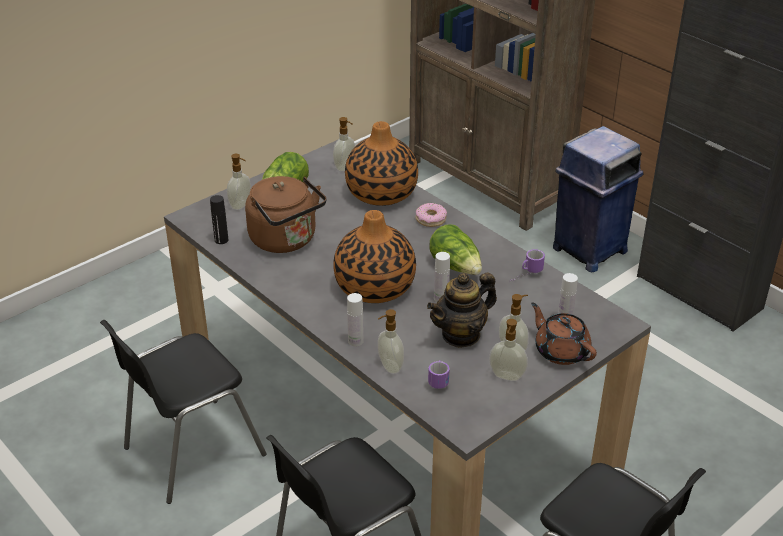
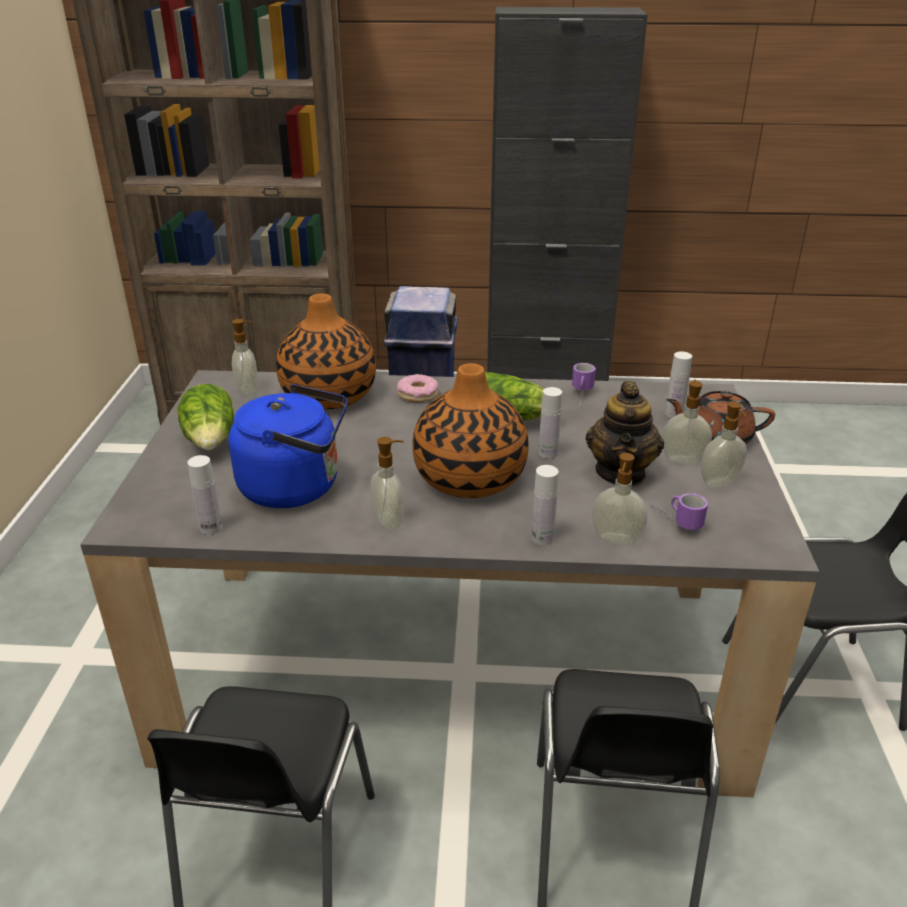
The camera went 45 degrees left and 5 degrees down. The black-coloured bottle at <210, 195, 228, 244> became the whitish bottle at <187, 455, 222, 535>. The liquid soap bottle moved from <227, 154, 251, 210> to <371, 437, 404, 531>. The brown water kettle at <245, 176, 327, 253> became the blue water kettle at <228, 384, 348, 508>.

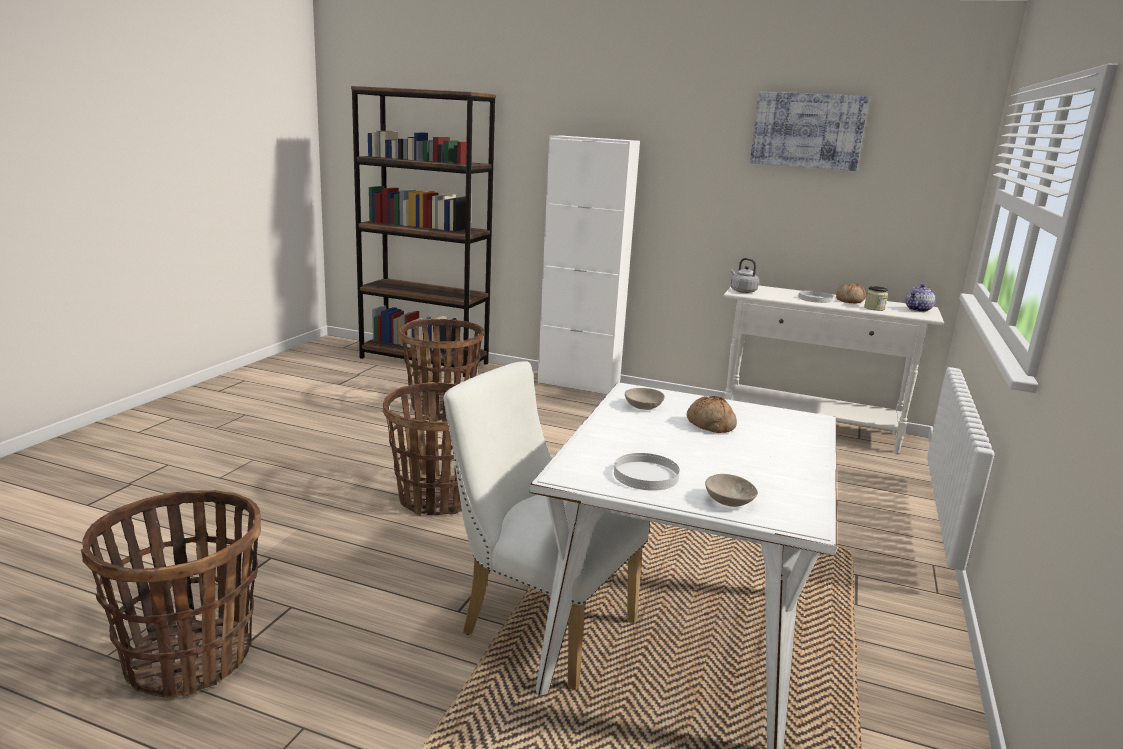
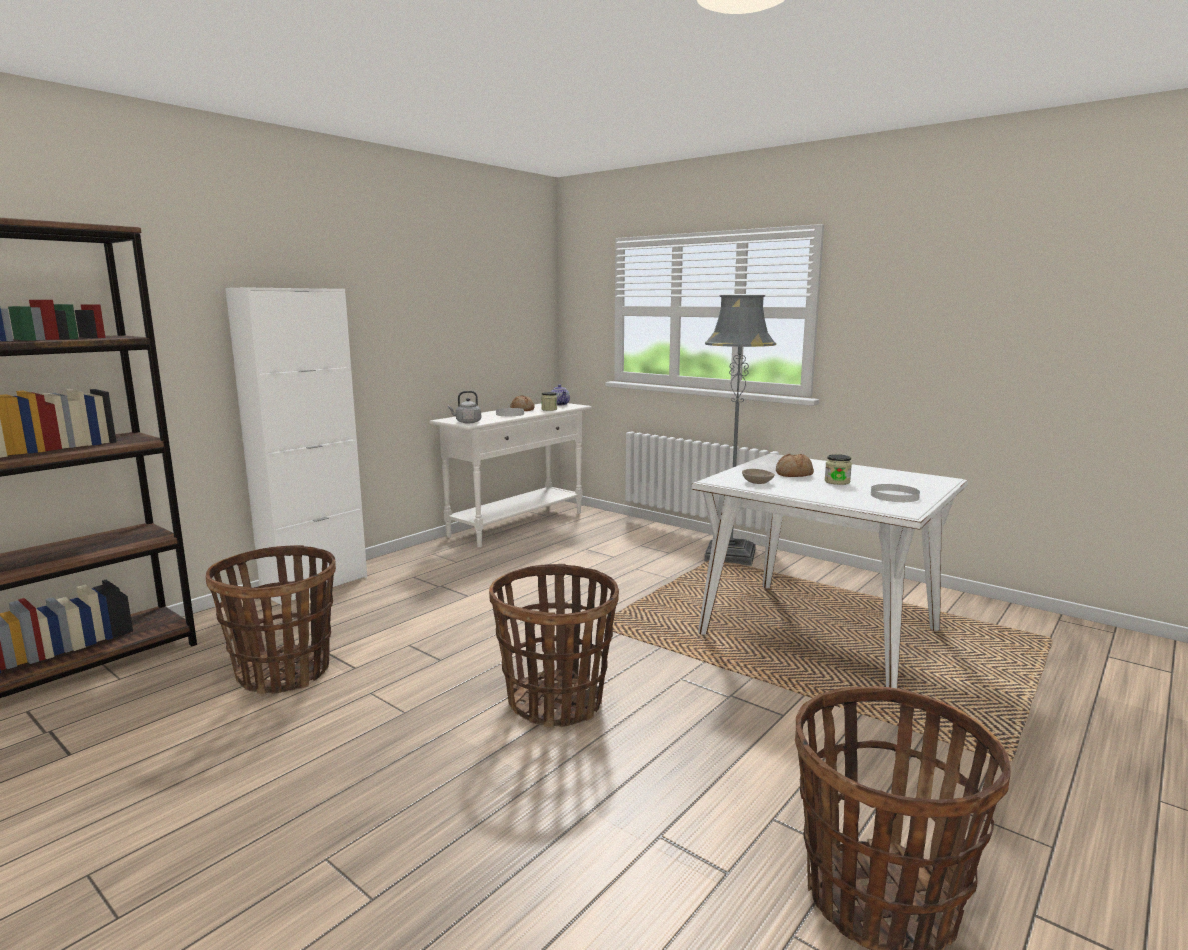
The camera went 70 degrees left and 5 degrees down. The whitish plain chair at <443, 361, 649, 690> disappeared. The beige serving bowl at <705, 474, 758, 507> disappeared. The picture at <750, 92, 869, 171> disappeared. The grey standard lamp at <704, 295, 776, 566> appeared. The jar at <825, 454, 852, 485> appeared.

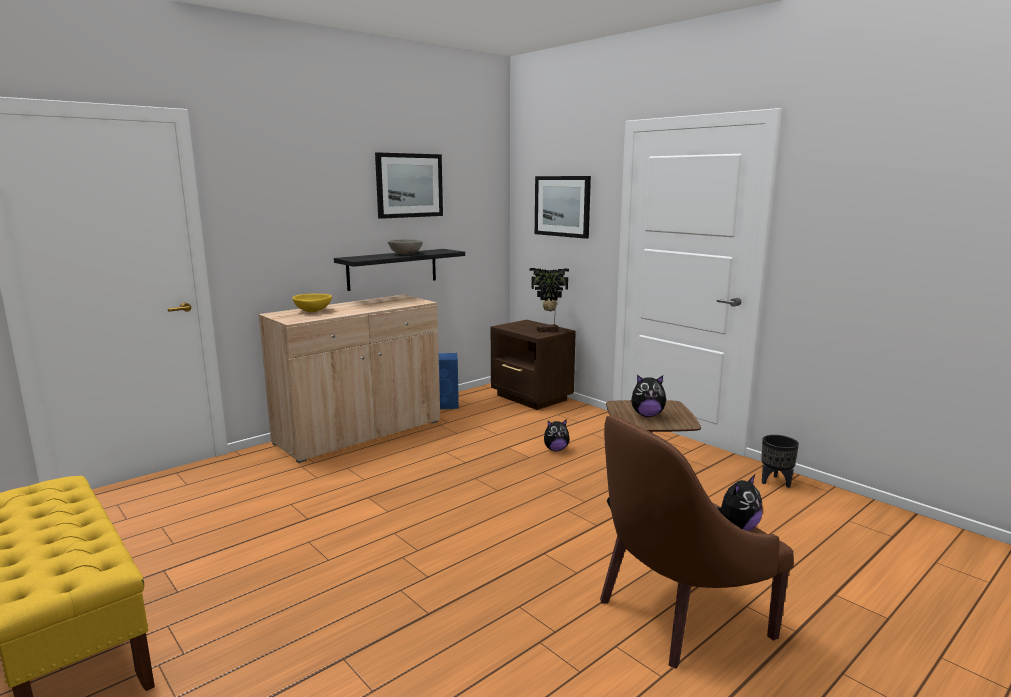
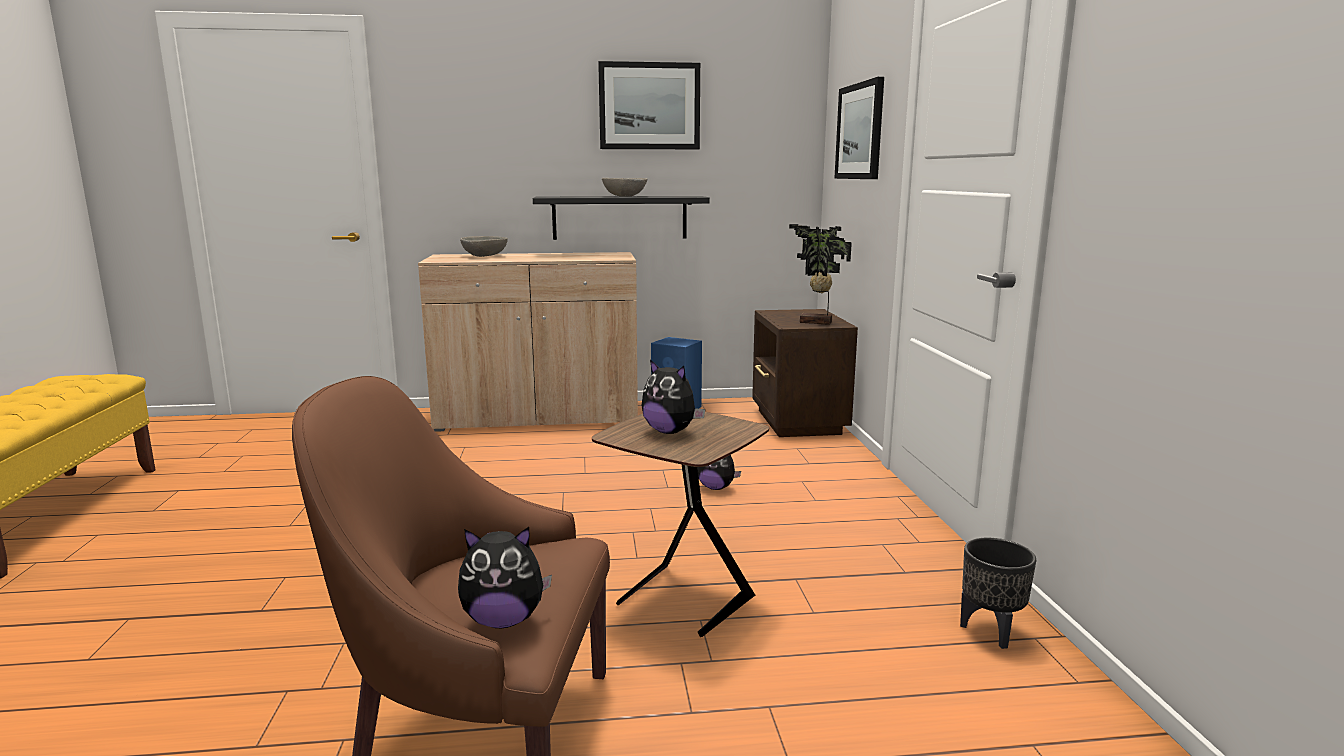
The camera went 35 degrees right and 0 degrees up. The yellowish serving bowl at <293, 294, 332, 312> became the grey serving bowl at <460, 236, 508, 257>.

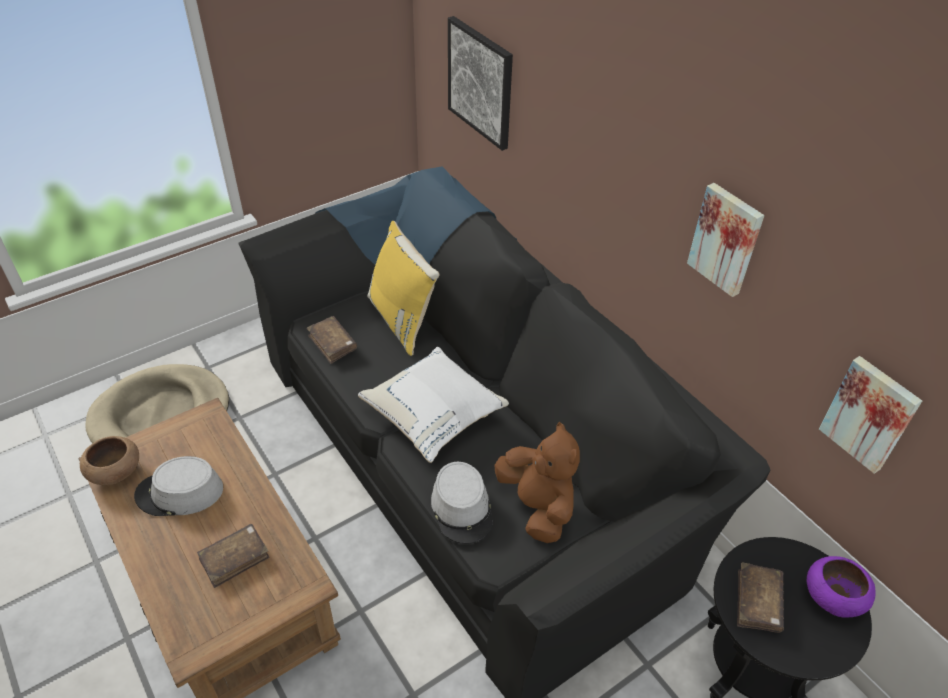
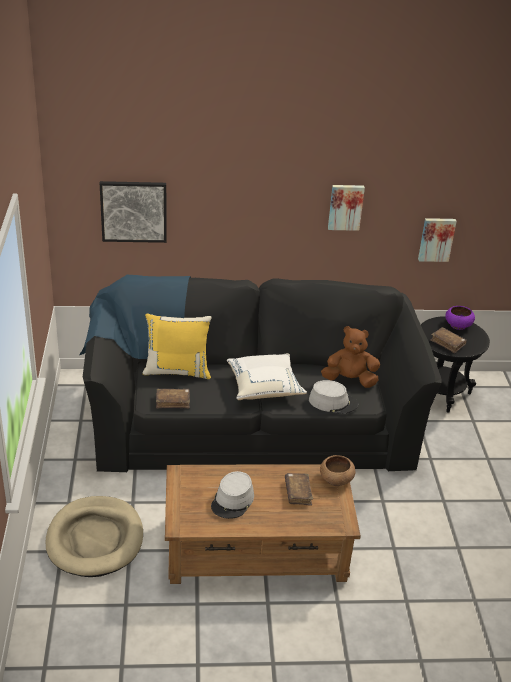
The camera went 60 degrees left and 10 degrees down. The brown serving bowl moved from <80, 436, 139, 485> to <320, 455, 356, 486>.

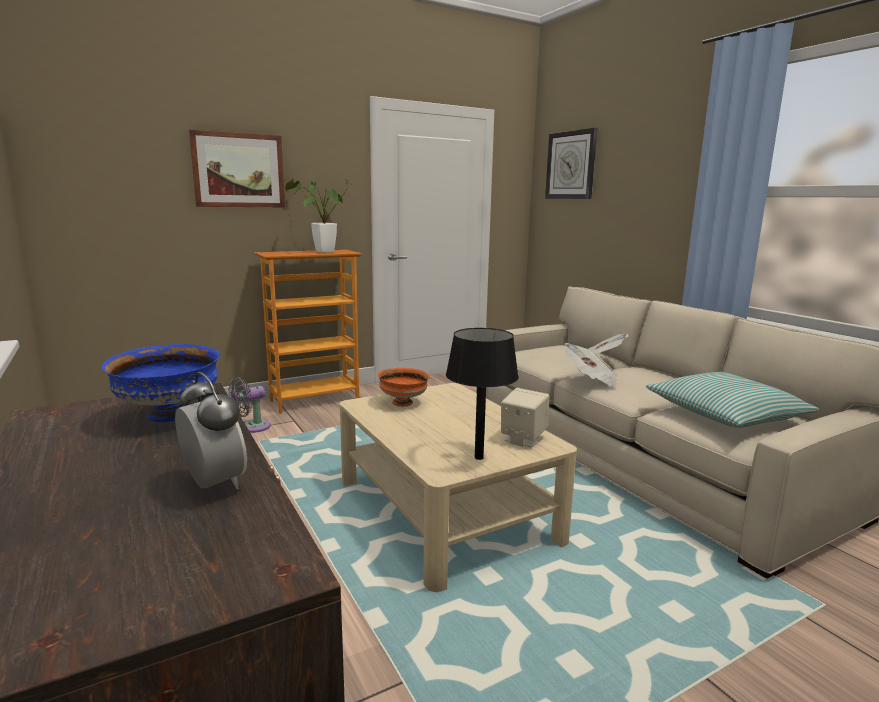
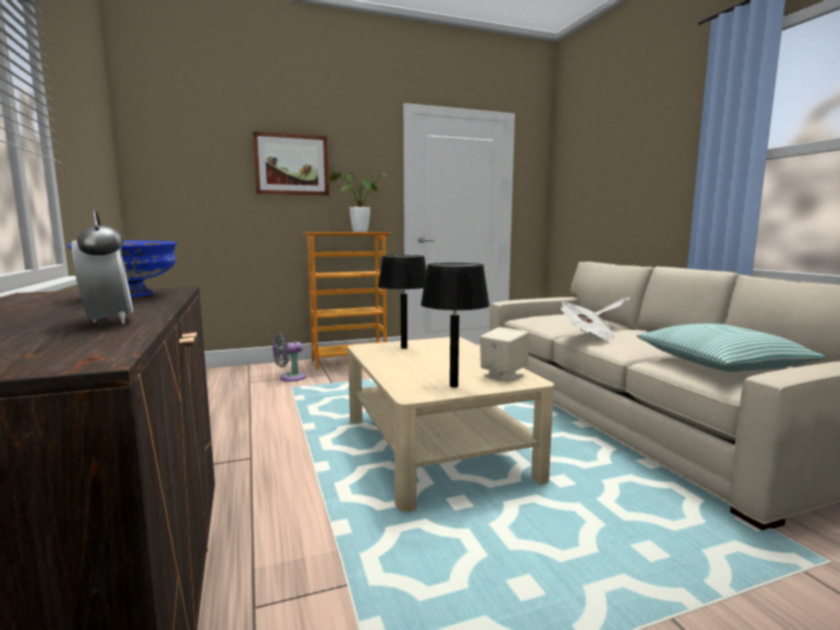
The camera went 10 degrees right and 5 degrees down. The orange serving bowl at <378, 368, 430, 407> was replaced by the black-coloured tabletop lamp at <378, 255, 427, 349>. The wall clock at <545, 128, 597, 199> disappeared.

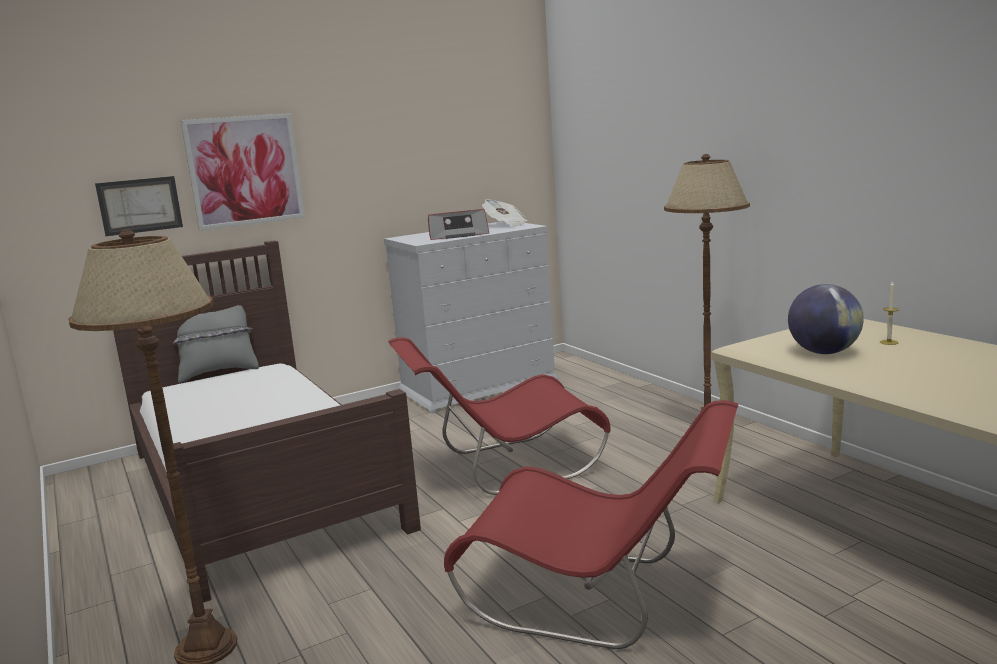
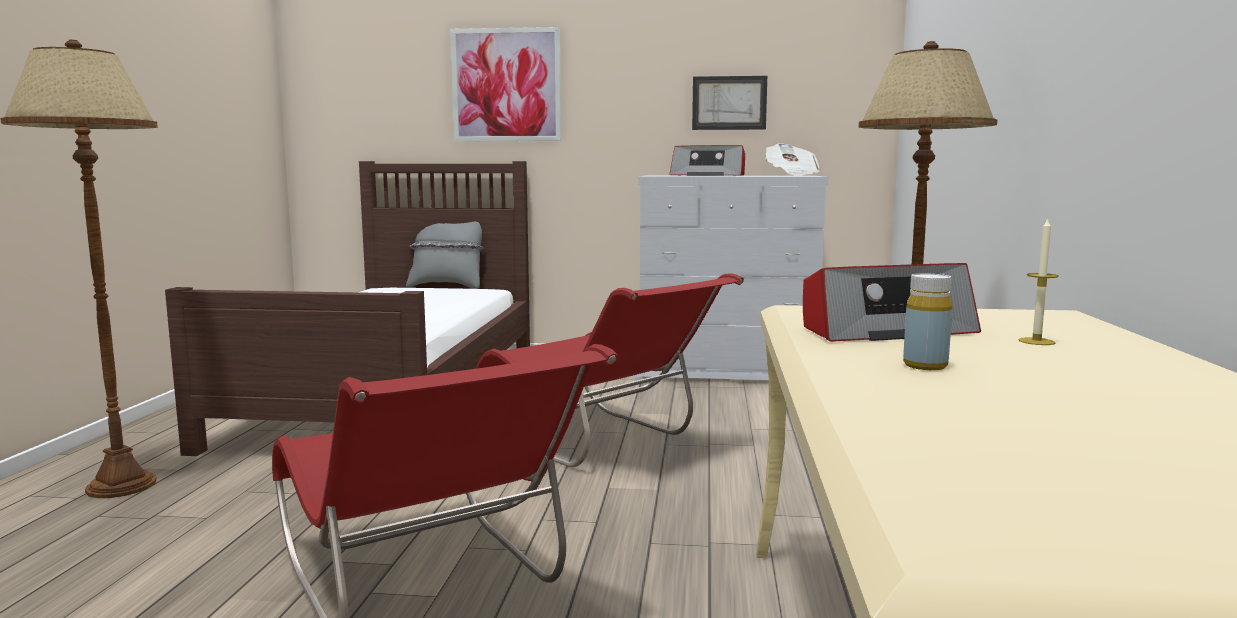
The camera went 35 degrees right and 5 degrees down. The picture moved from <95, 176, 183, 236> to <692, 76, 767, 130>. The red plain chair at <388, 337, 610, 495> turned 150 degrees counterclockwise. The desk globe at <788, 284, 864, 354> was replaced by the radio receiver at <803, 263, 981, 342>. The yellowish bottle at <903, 273, 952, 370> appeared.

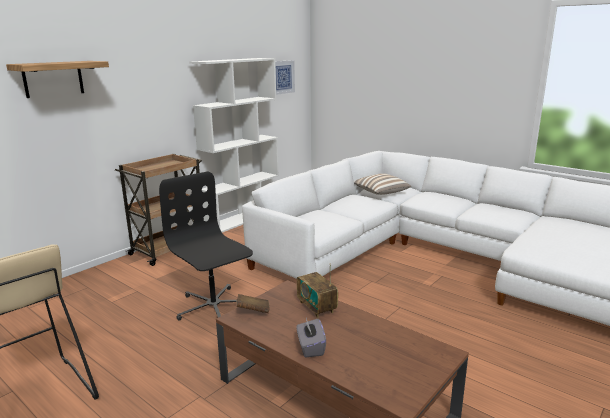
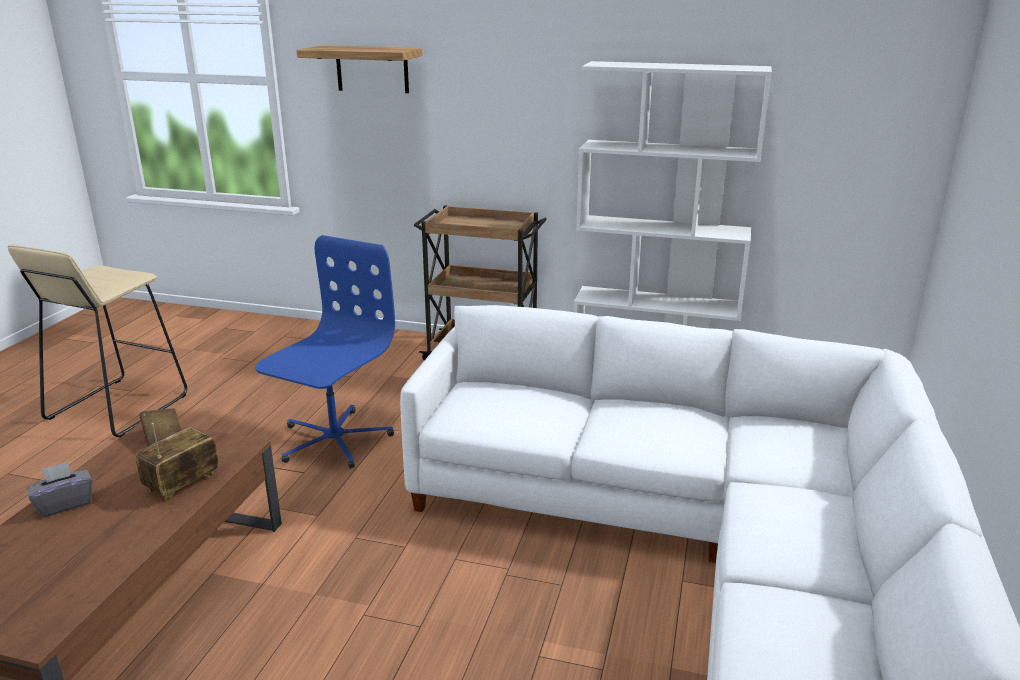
The camera went 65 degrees right and 5 degrees up. The black-coloured computer chair at <159, 171, 253, 321> became the blue computer chair at <255, 235, 395, 469>. The picture at <275, 60, 295, 95> disappeared. The throw pillow at <354, 173, 411, 195> disappeared.

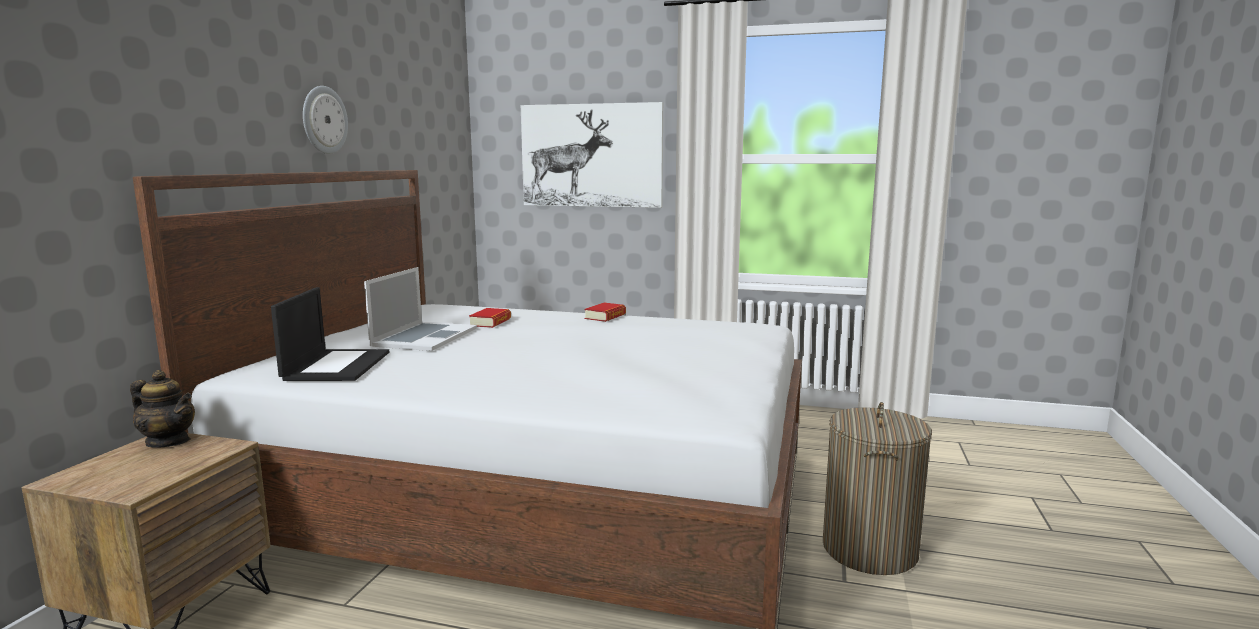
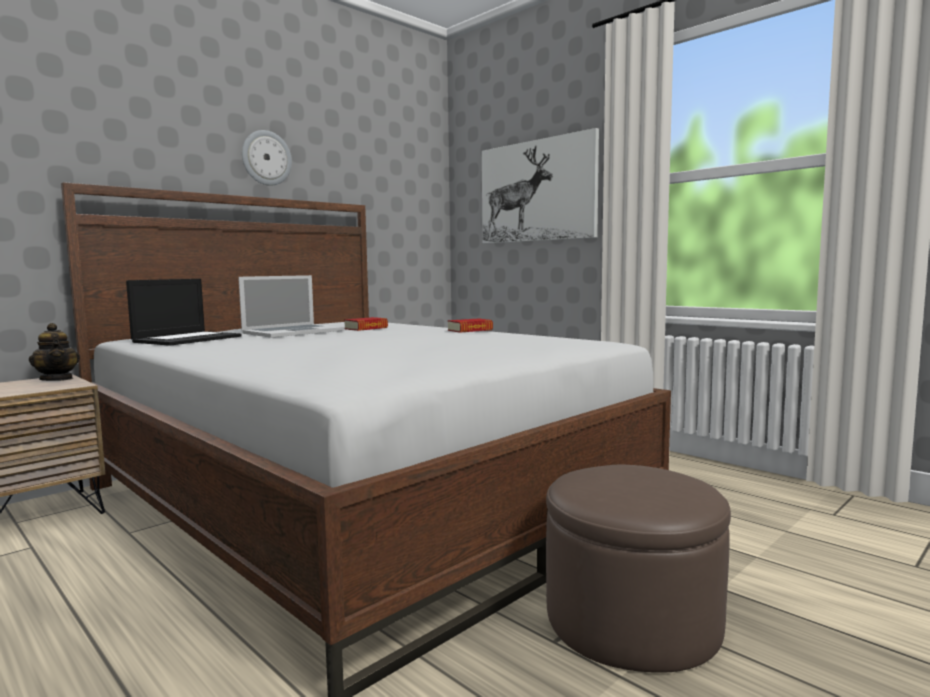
The camera went 30 degrees right and 5 degrees down. The hamper at <823, 402, 932, 575> was replaced by the brown ottoman at <546, 465, 731, 673>.

